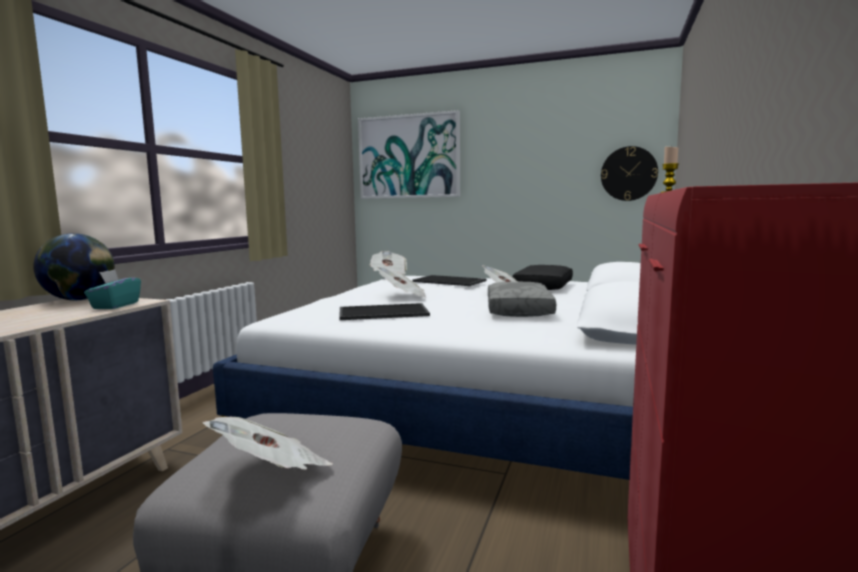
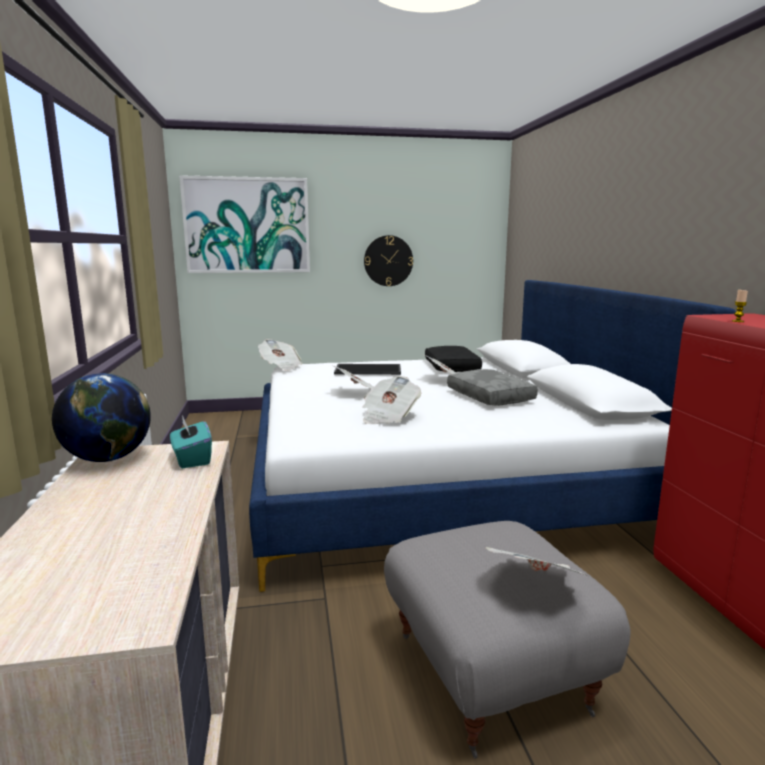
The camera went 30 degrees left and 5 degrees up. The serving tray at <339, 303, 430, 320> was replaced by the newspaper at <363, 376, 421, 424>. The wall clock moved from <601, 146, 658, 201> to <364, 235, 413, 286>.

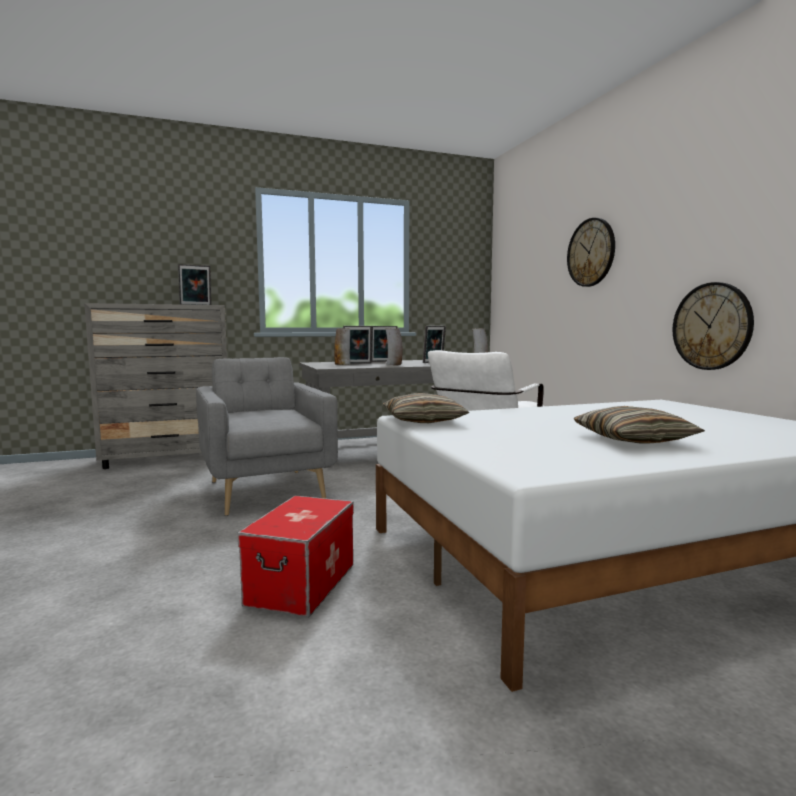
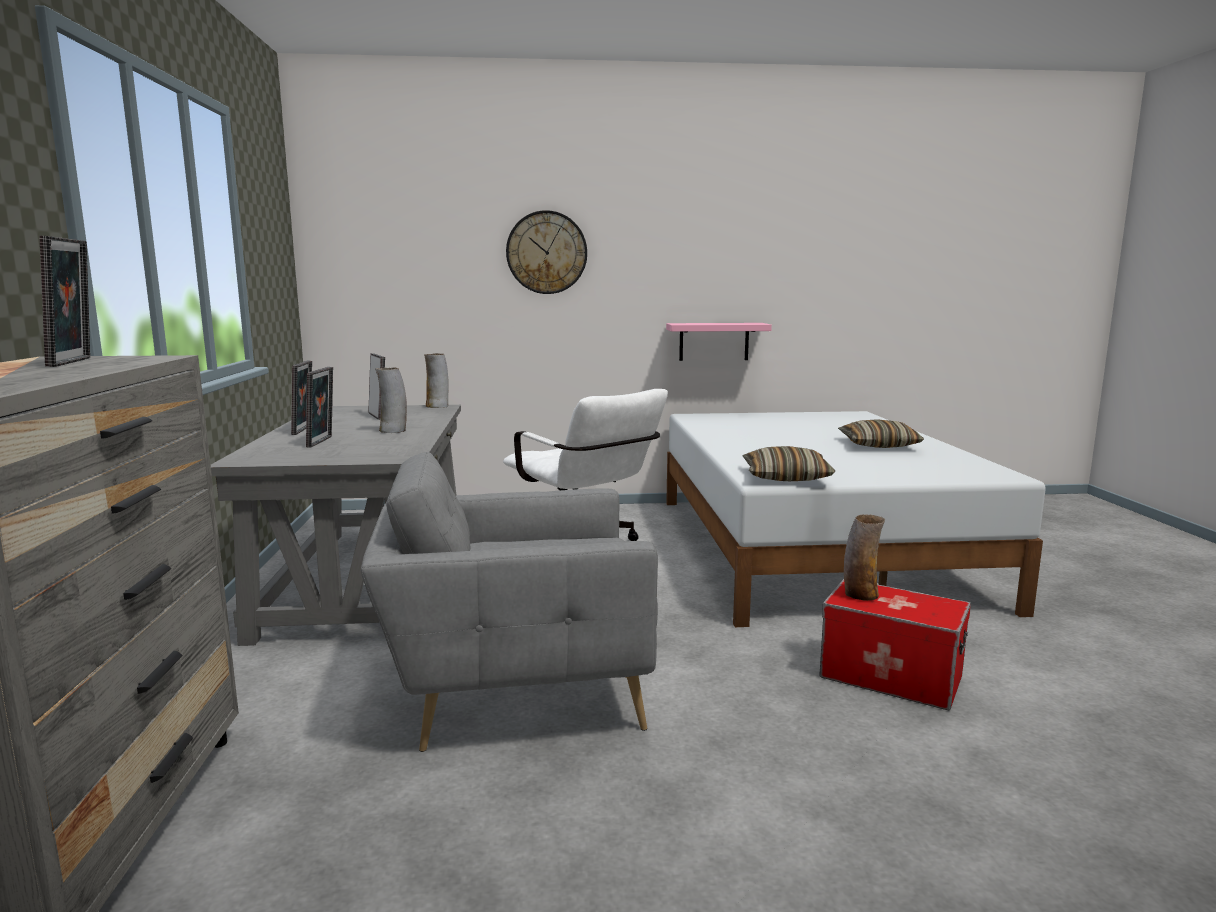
The camera went 75 degrees left and 5 degrees up. The flower vase moved from <334, 328, 351, 365> to <844, 514, 885, 601>. The wall clock at <673, 282, 754, 370> was replaced by the pink-coloured bracket shelf at <666, 323, 772, 361>.

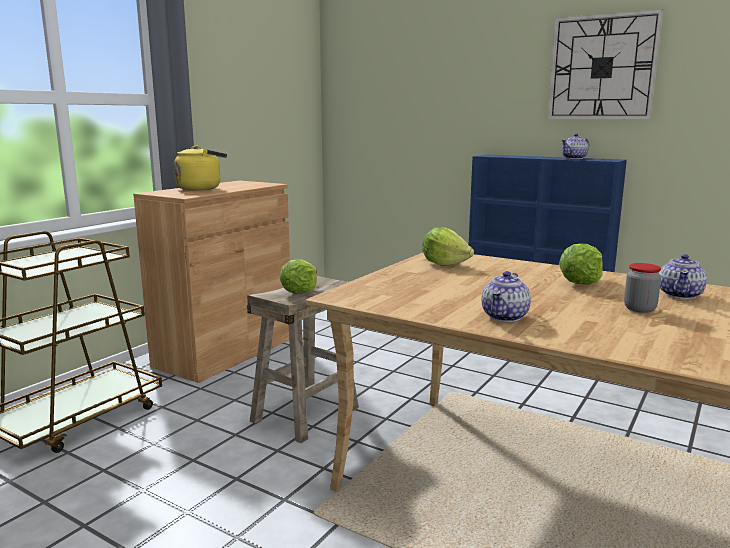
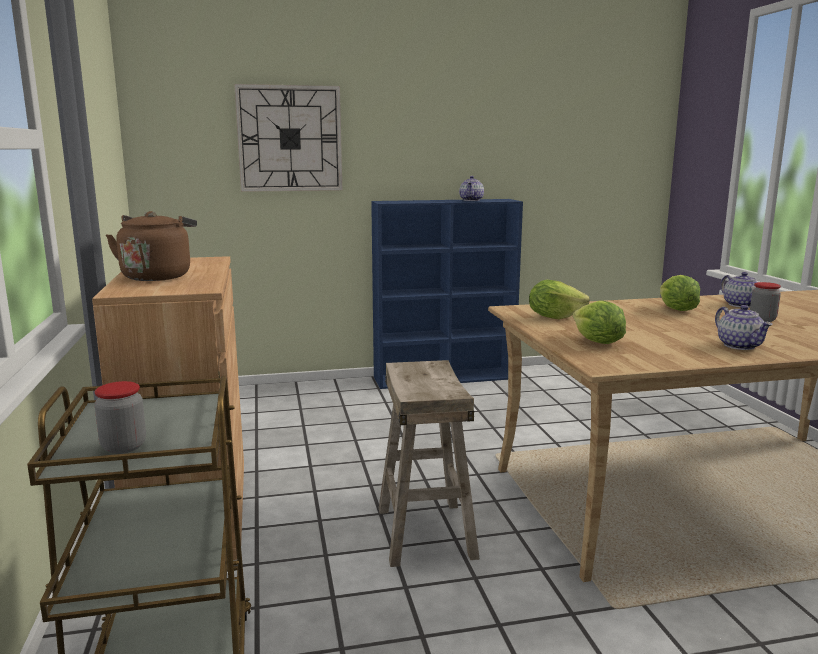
The camera went 45 degrees left and 0 degrees up. The yellowish water kettle at <174, 146, 227, 190> became the brown water kettle at <106, 211, 197, 281>. The head of lettuce moved from <280, 259, 317, 294> to <573, 300, 626, 344>. The wall clock moved from <548, 9, 663, 120> to <234, 84, 342, 192>. The jar at <95, 381, 146, 454> appeared.

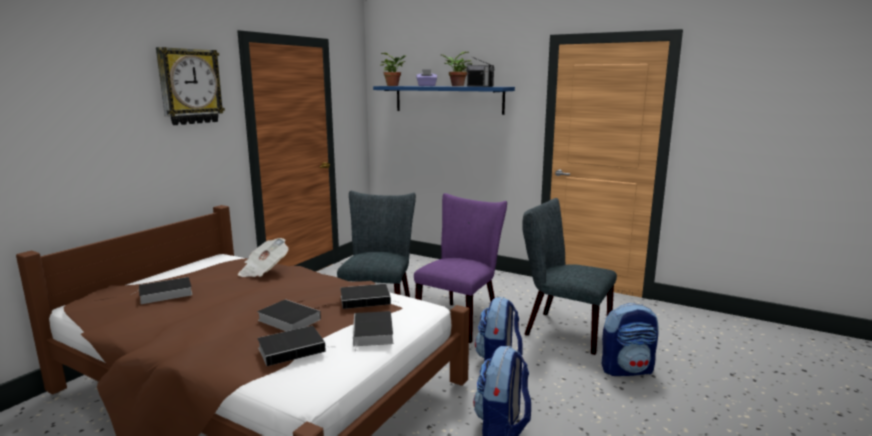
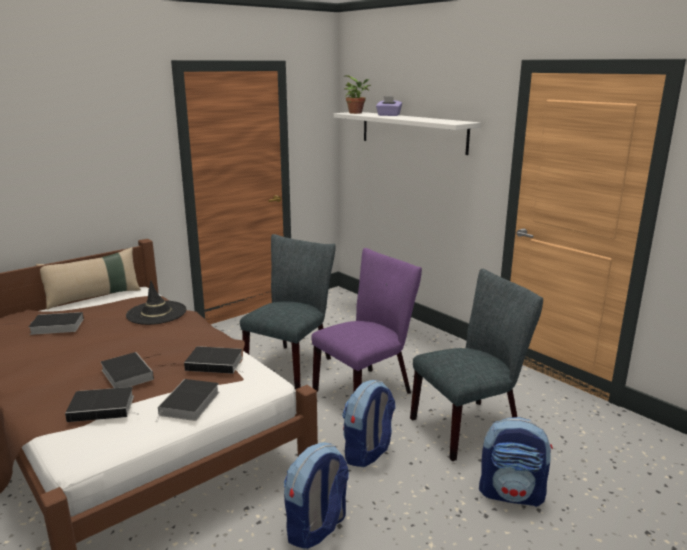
The camera went 20 degrees right and 5 degrees up. The wall clock at <156, 47, 225, 125> disappeared. The newspaper at <238, 238, 289, 277> was replaced by the black-coloured hat at <126, 281, 186, 325>. The blue bracket shelf at <373, 86, 515, 115> became the whitish bracket shelf at <334, 112, 481, 155>. The potted plant at <441, 52, 472, 86> disappeared. The radio receiver at <466, 57, 494, 87> disappeared. The grey plain chair at <522, 198, 617, 355> turned 105 degrees clockwise. The beige throw pillow at <36, 247, 141, 310> appeared.

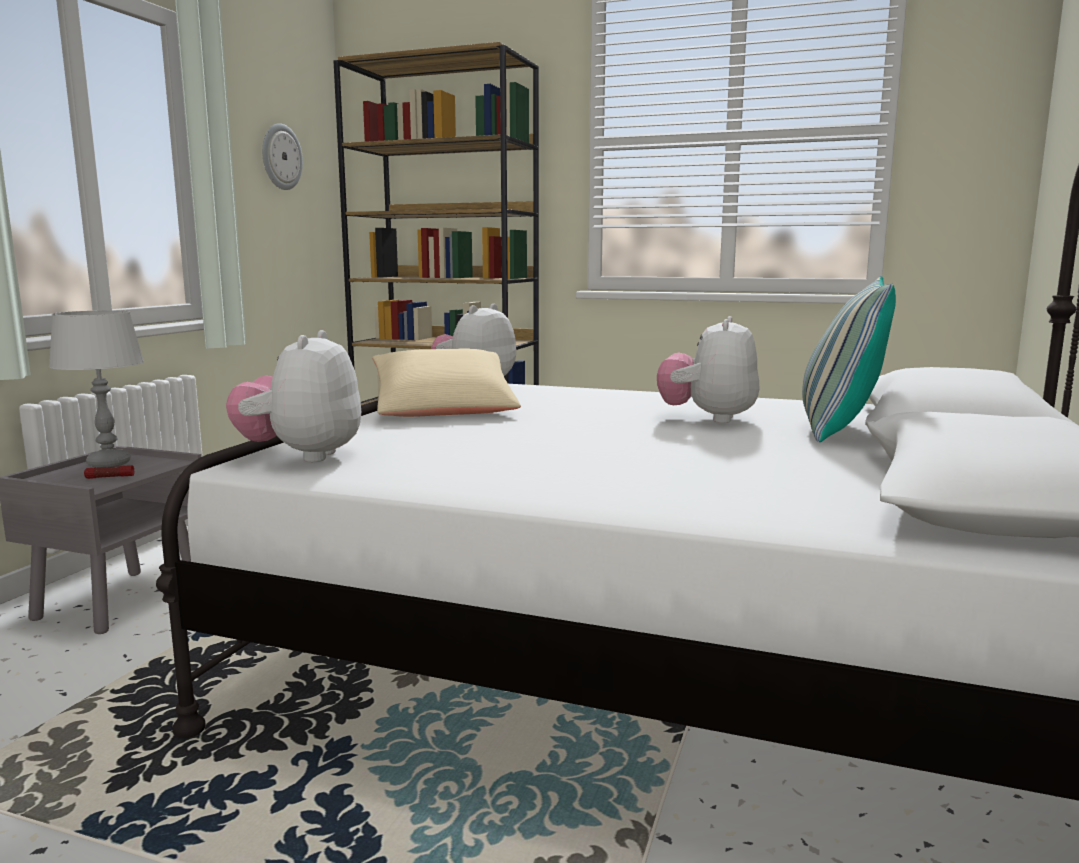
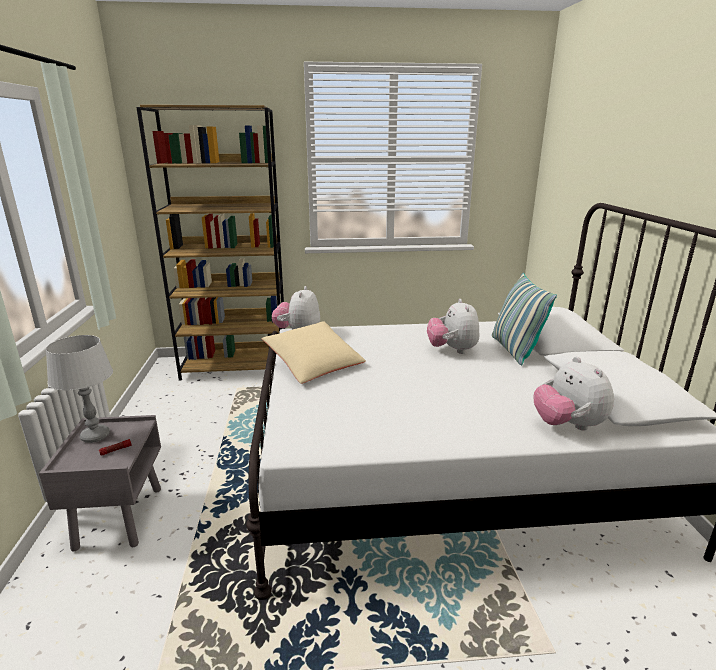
The camera went 25 degrees left and 10 degrees up. The soft toy moved from <226, 330, 361, 462> to <533, 357, 614, 431>. The wall clock at <262, 123, 303, 190> disappeared.

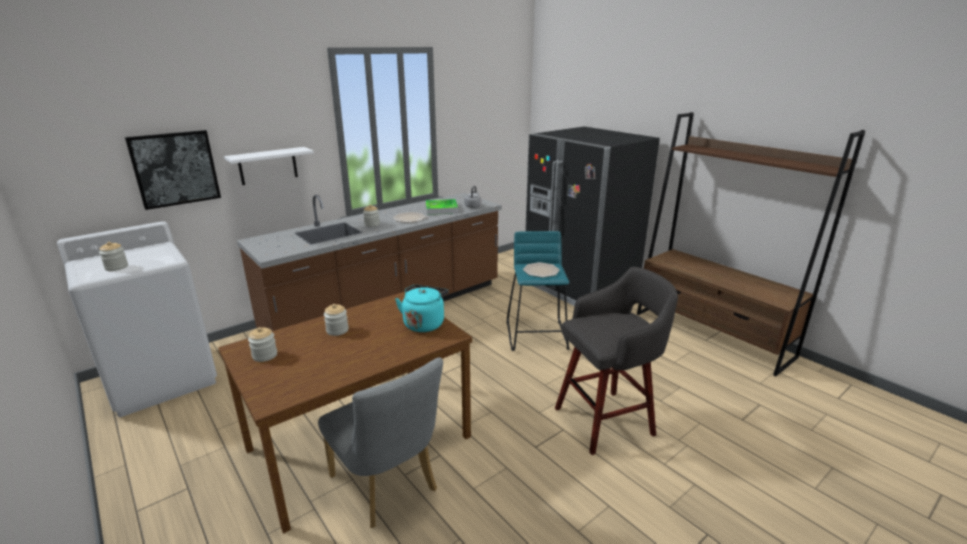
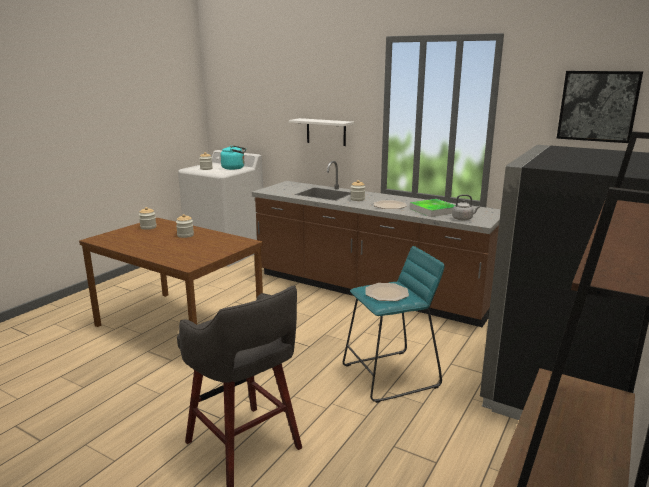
The camera went 70 degrees right and 5 degrees down. The picture moved from <125, 130, 221, 210> to <557, 71, 643, 143>. The grey plain chair at <318, 358, 443, 528> disappeared. The turquoise-coloured water kettle moved from <395, 285, 449, 332> to <220, 146, 246, 170>.

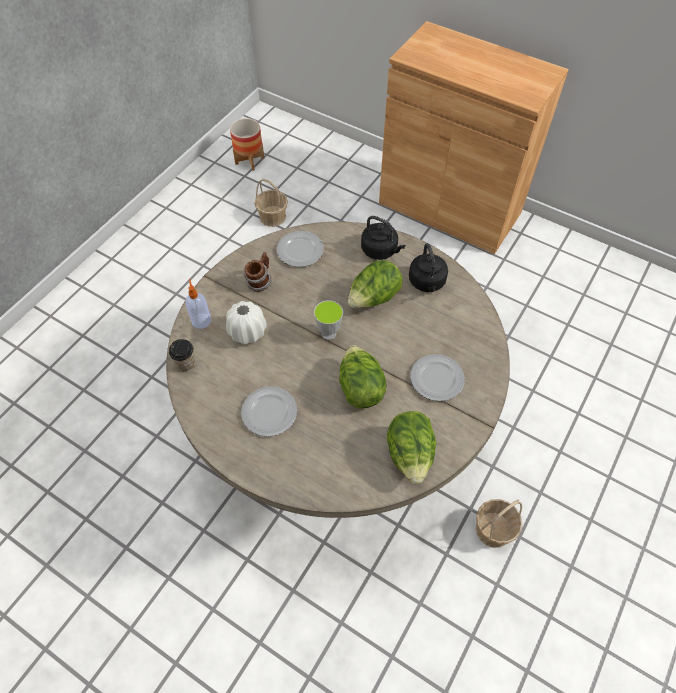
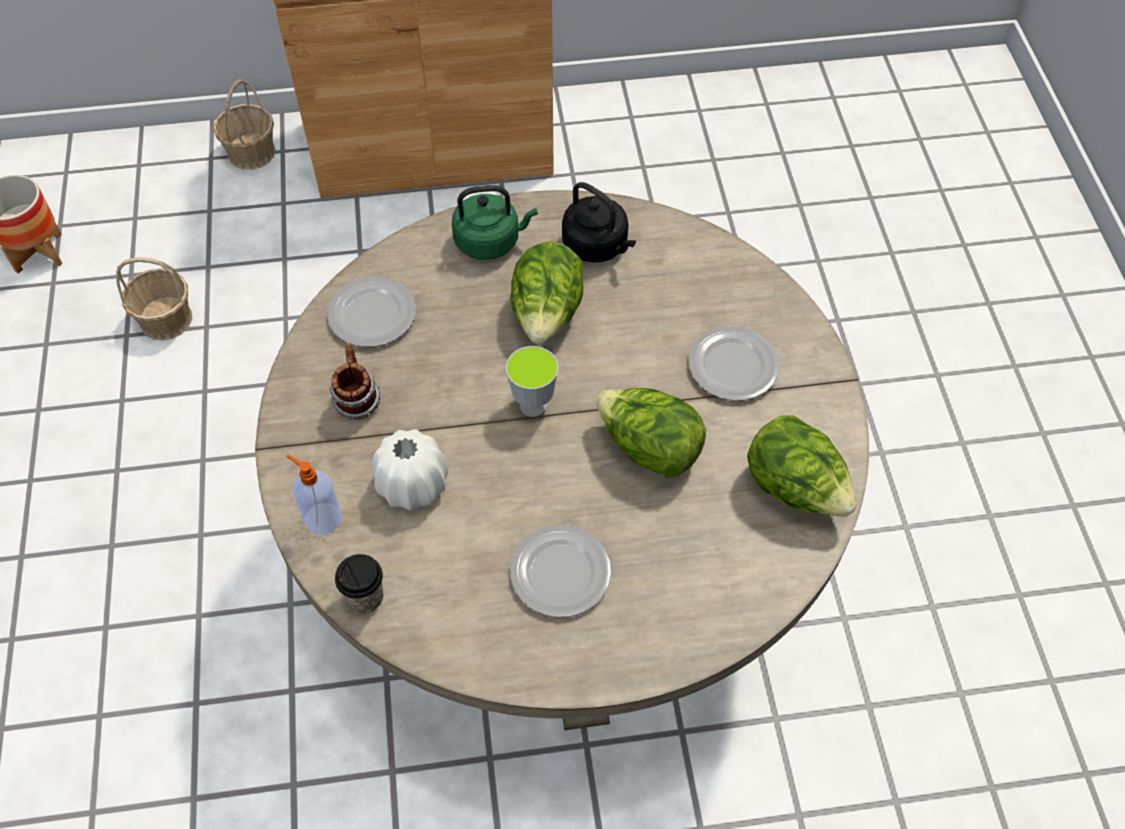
The camera went 40 degrees left and 0 degrees up. The black-coloured water kettle at <361, 216, 405, 260> became the green-coloured water kettle at <452, 185, 538, 260>. The basket moved from <476, 499, 523, 548> to <214, 79, 275, 170>.

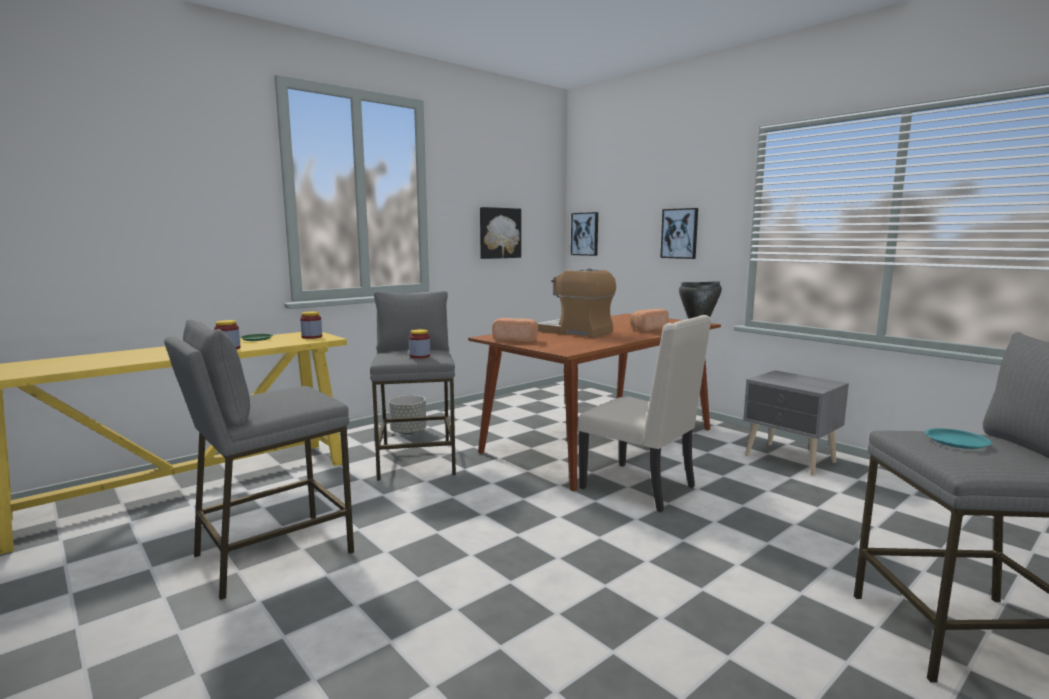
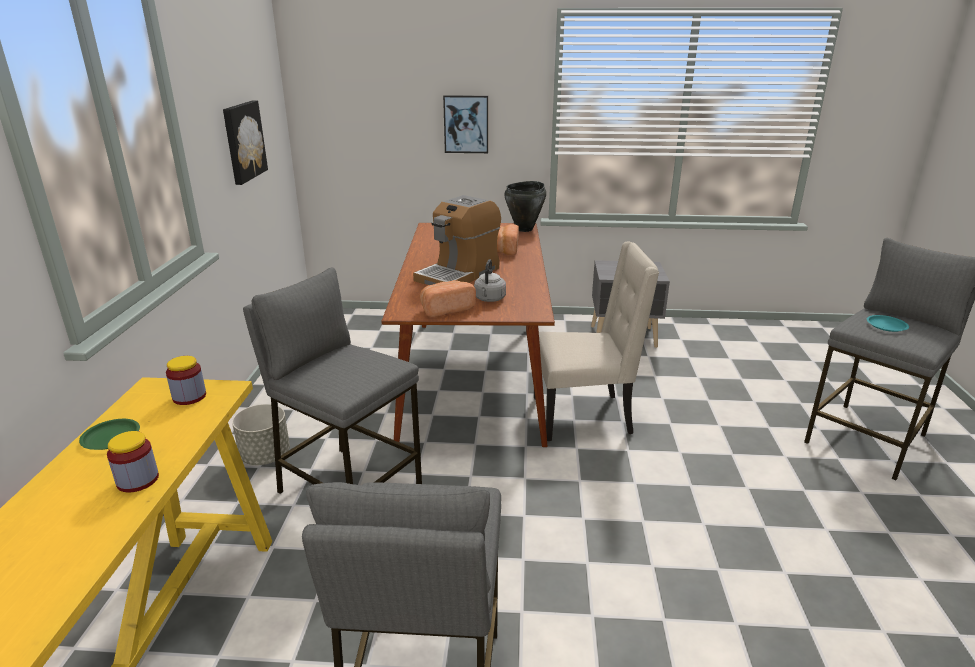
The camera went 45 degrees left and 15 degrees up. The jar at <409, 329, 430, 359> disappeared. The coffee brewer at <537, 268, 616, 338> turned 45 degrees counterclockwise. The picture at <571, 212, 598, 256> disappeared. The grey water kettle at <474, 259, 506, 302> appeared.

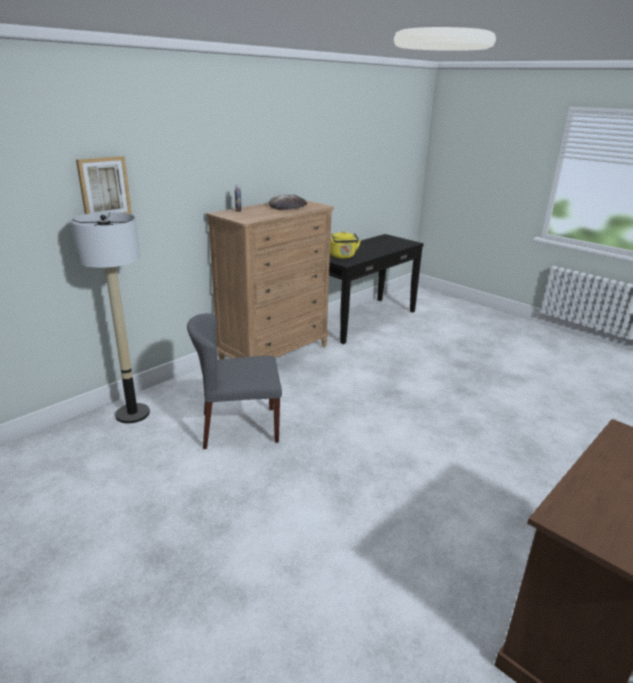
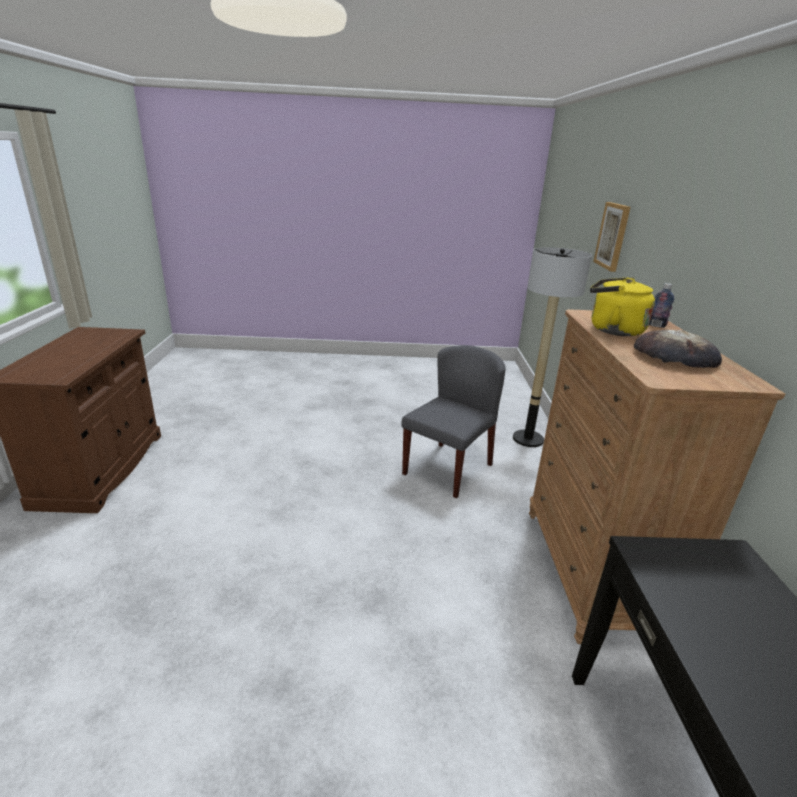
The camera went 135 degrees right and 0 degrees up. The yellowish water kettle moved from <330, 231, 361, 259> to <590, 277, 655, 336>.

